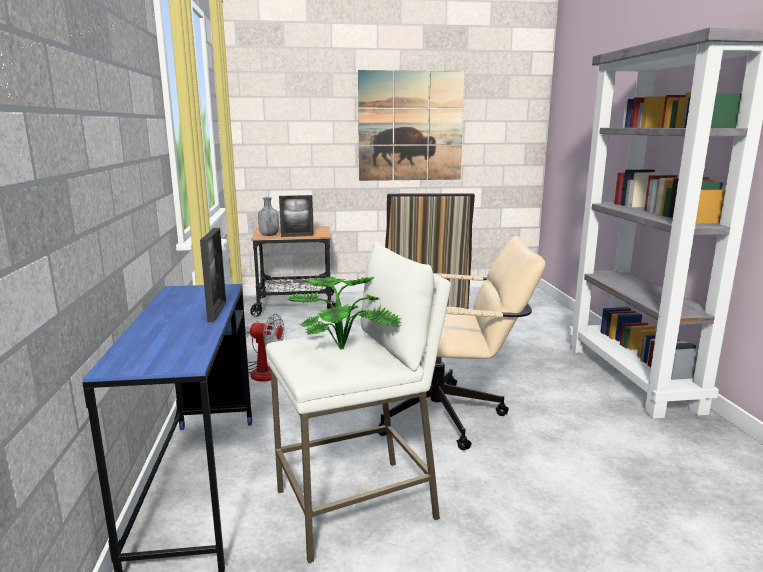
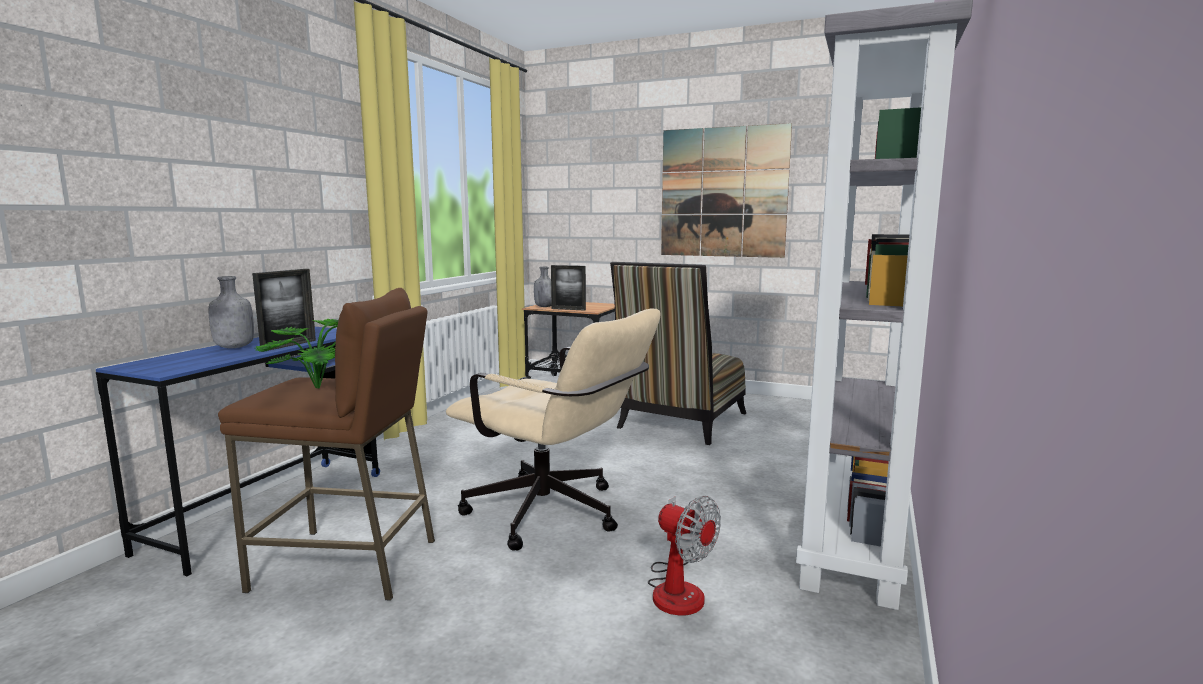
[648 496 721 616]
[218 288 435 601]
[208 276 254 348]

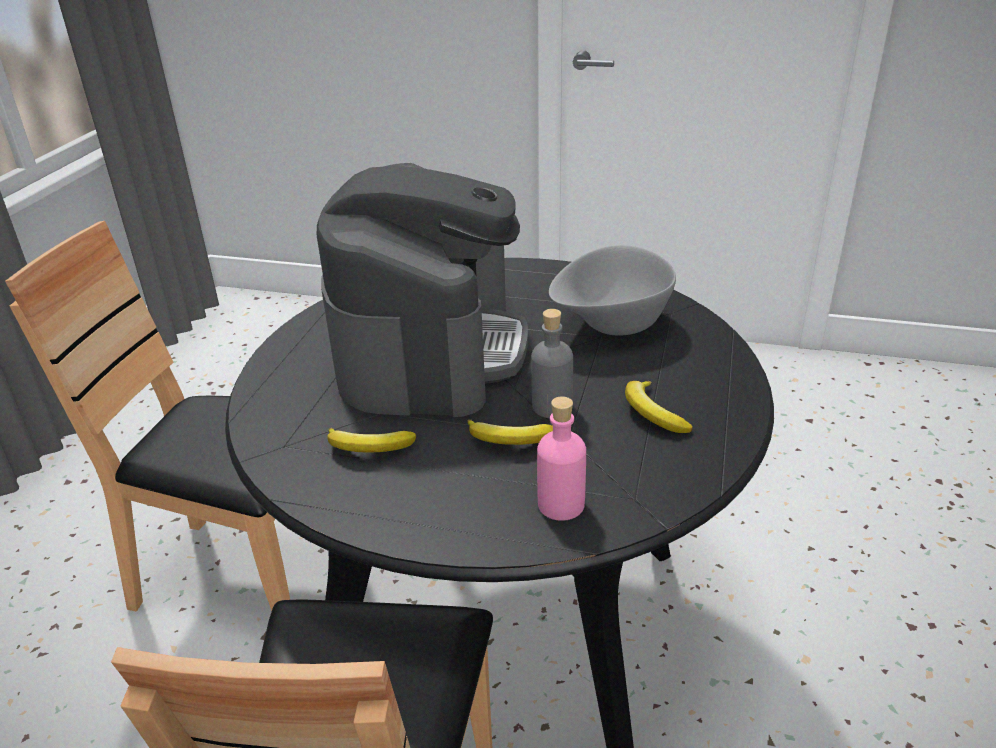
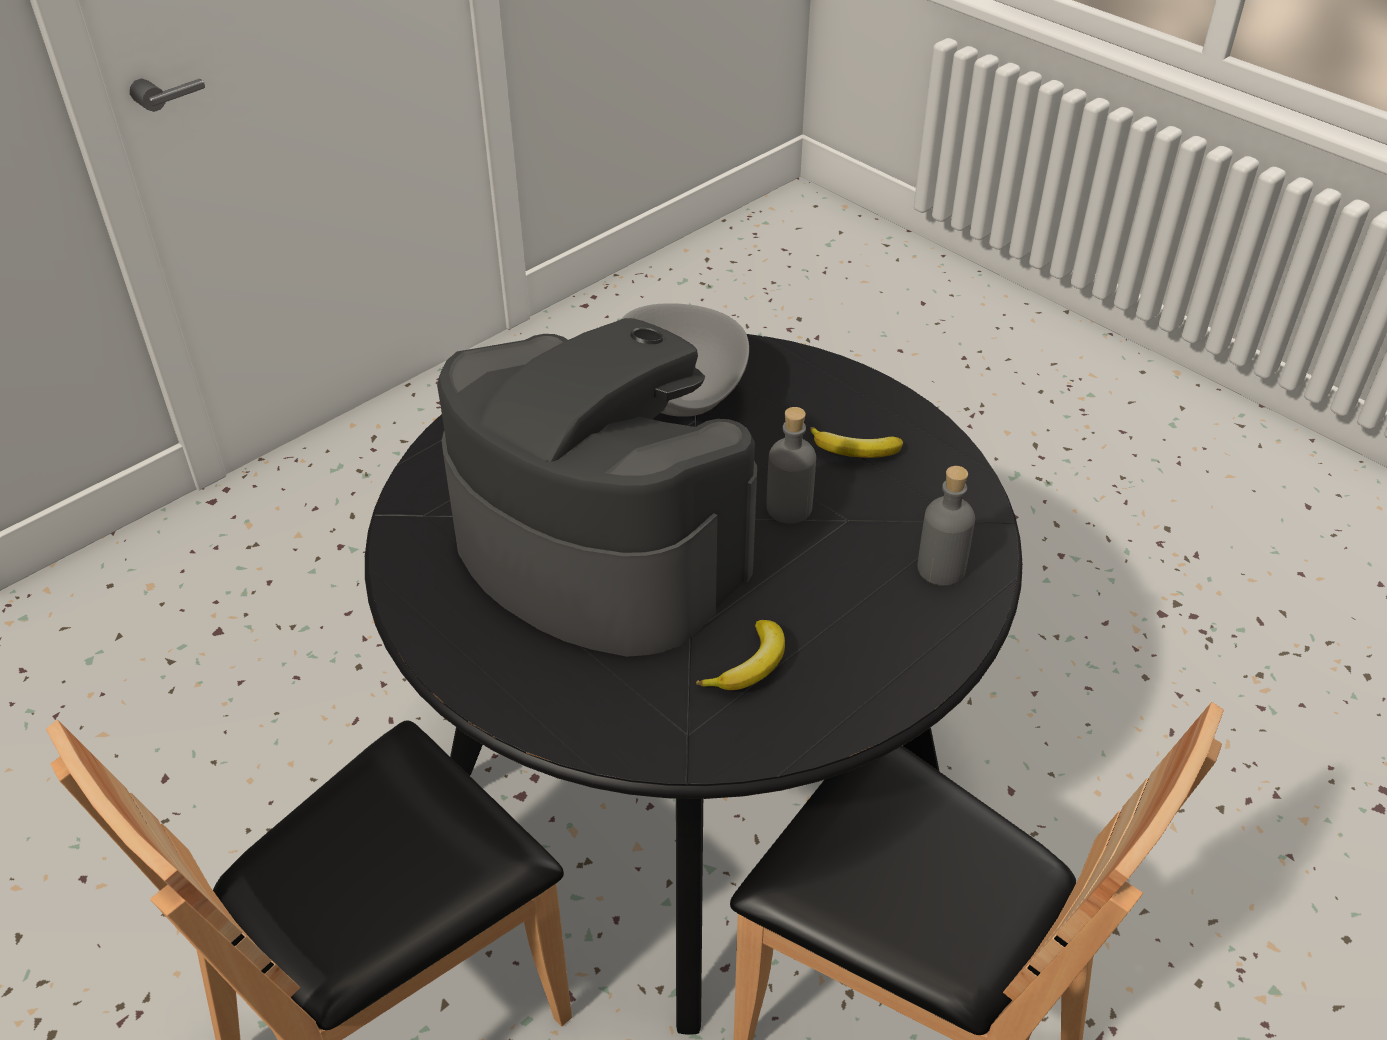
[467 420 553 445] (first image)
[918 466 975 586]

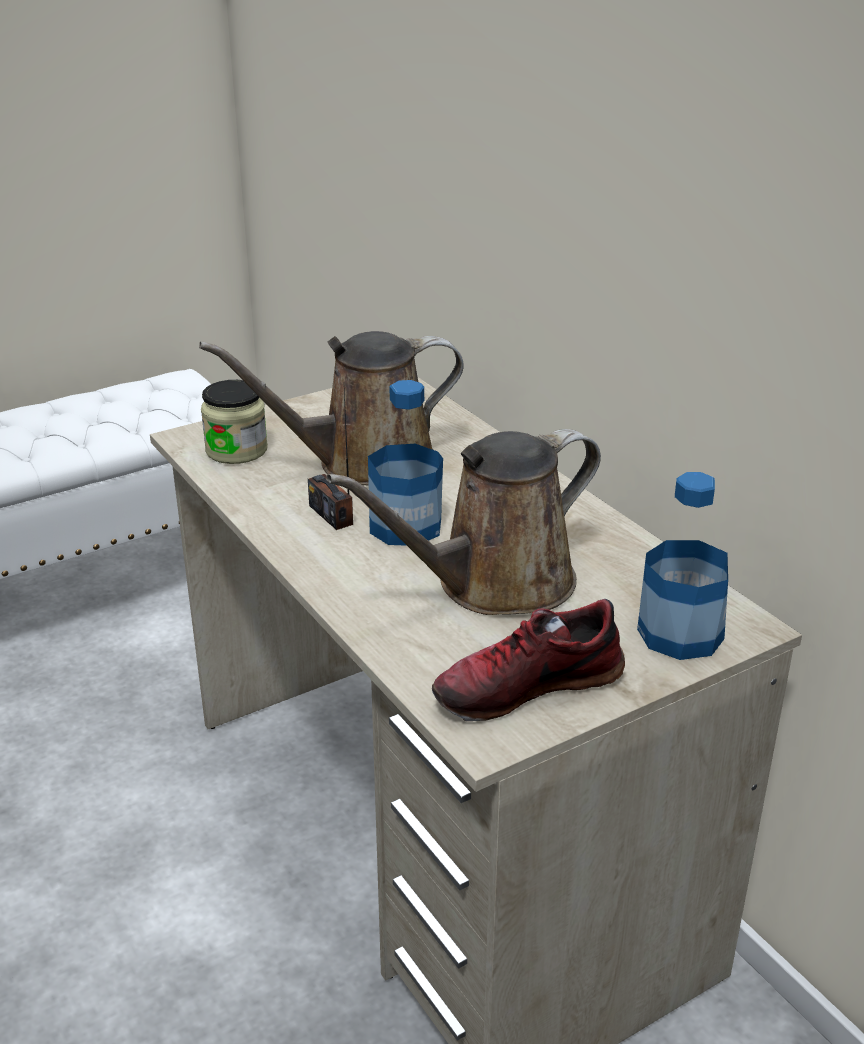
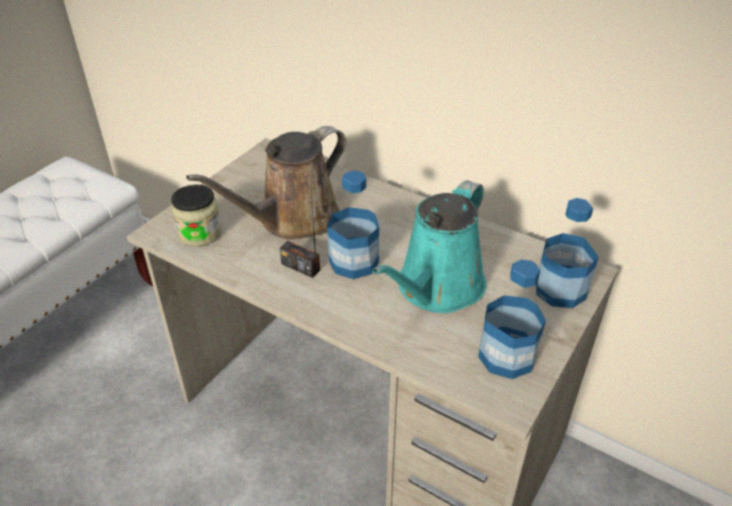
[372 180 486 313]
[478 260 546 379]

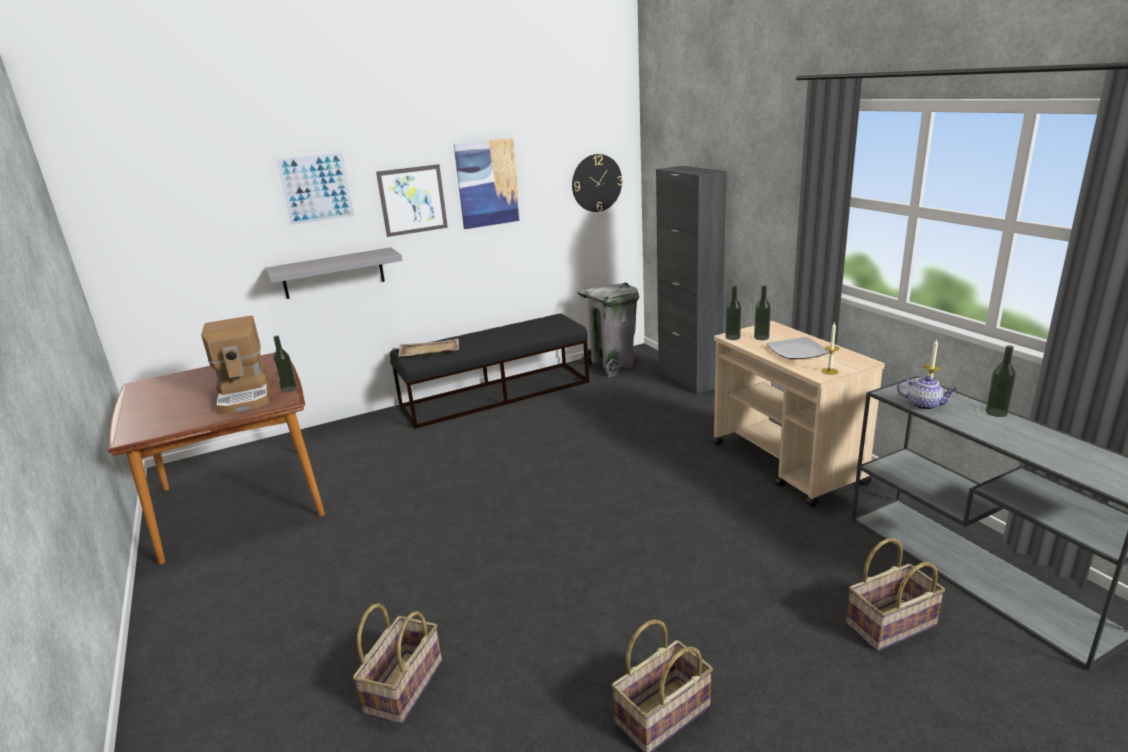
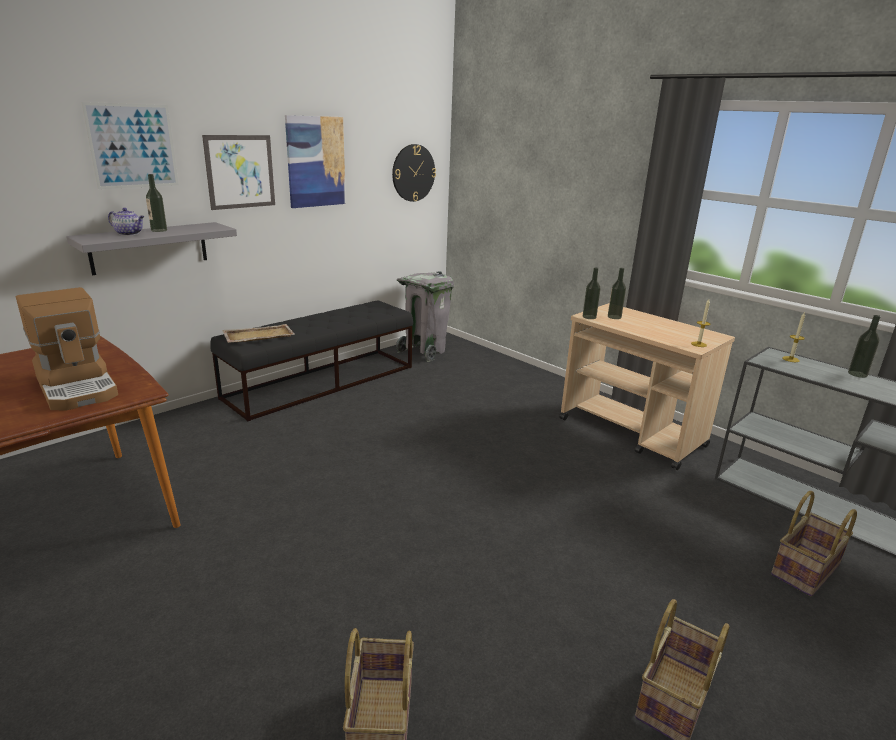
[146 174 167 232]
[656 166 727 394] (first image)
[766 337 830 359] (first image)
[108 208 144 236]

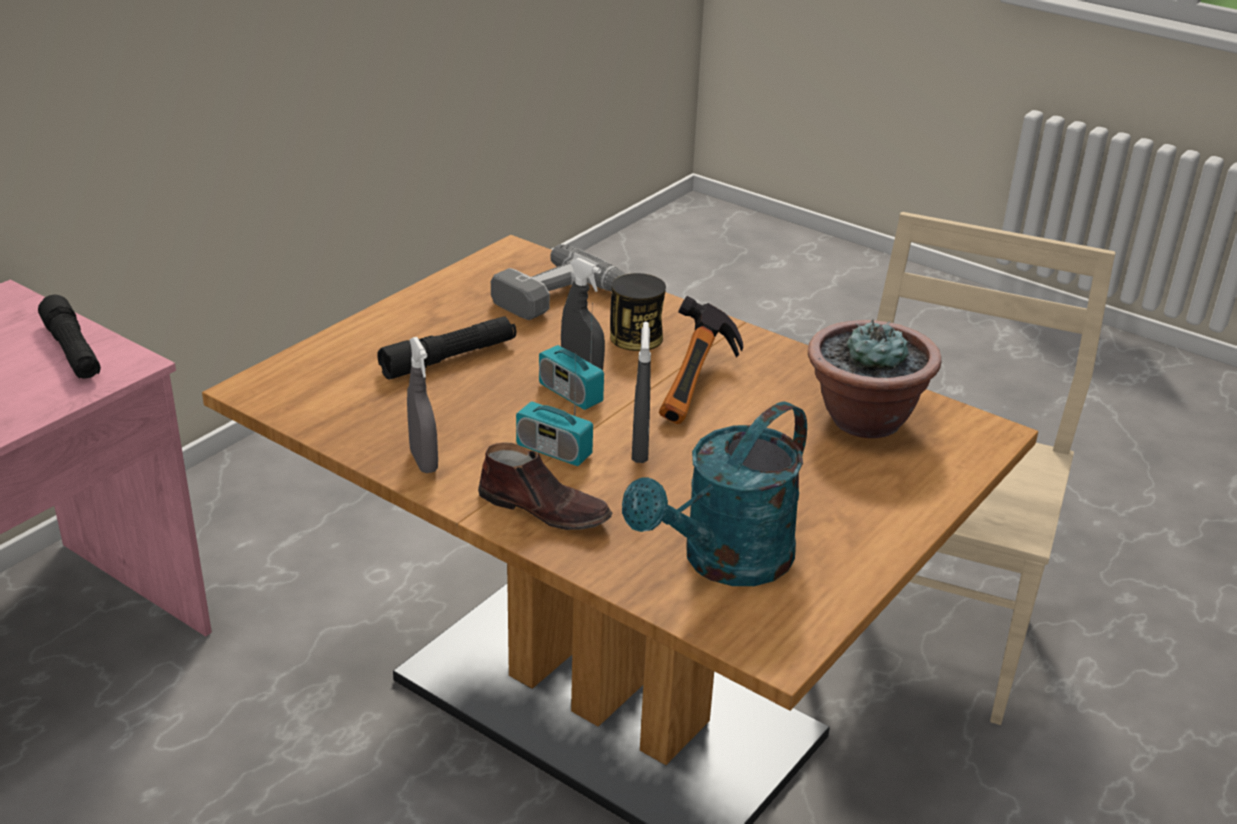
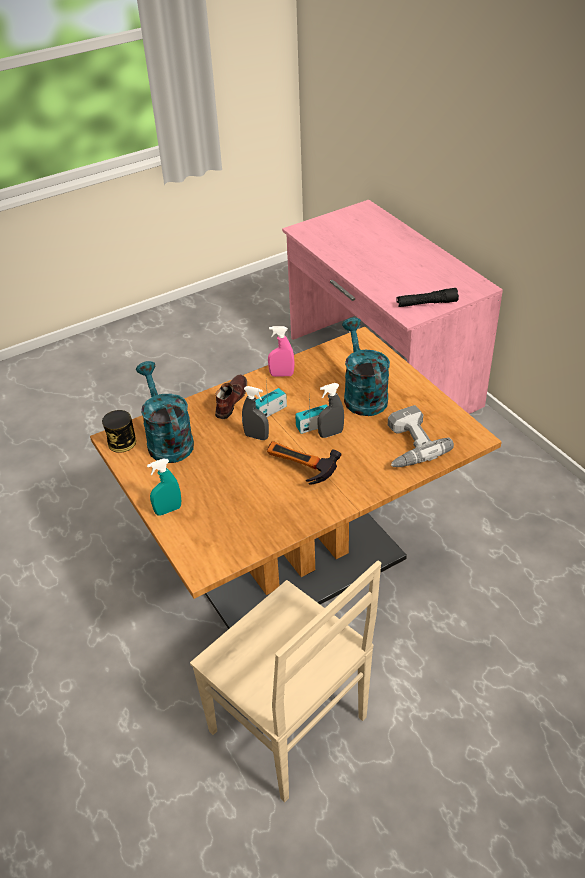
[342 318 390 416]
[268 326 294 377]
[215 374 247 419]
[102 410 136 453]
[808 319 941 438] (first image)
[147 459 181 515]

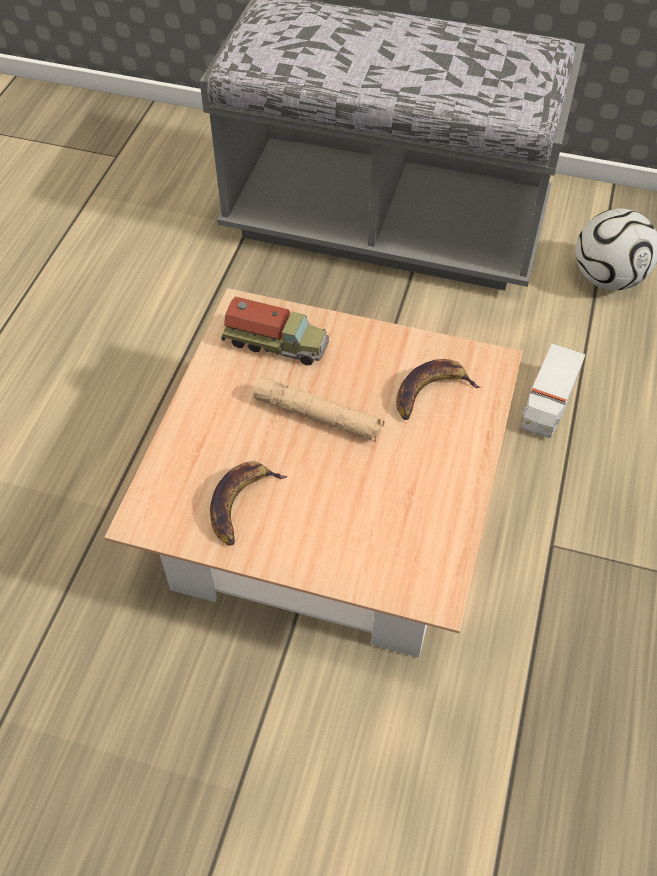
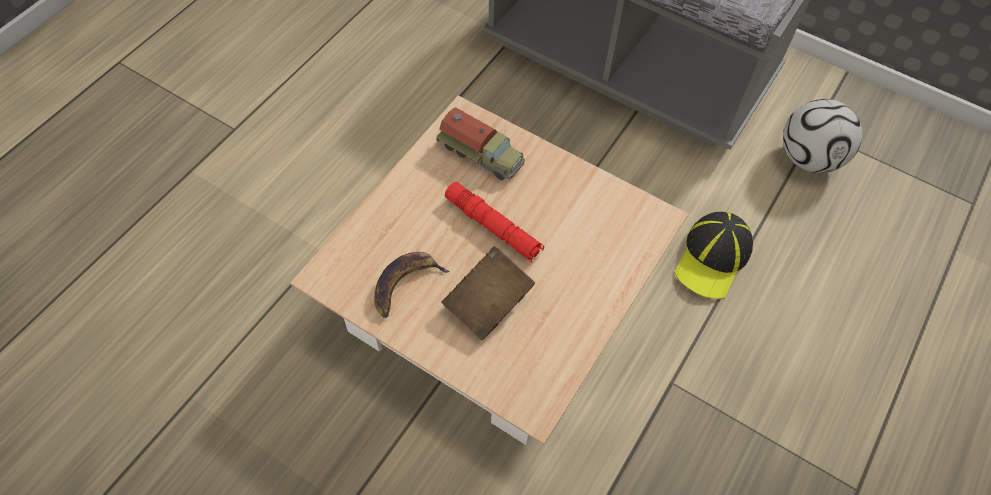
[445 181 544 262]
[396 359 480 420] (first image)
[674 212 753 299]
[441 246 535 340]

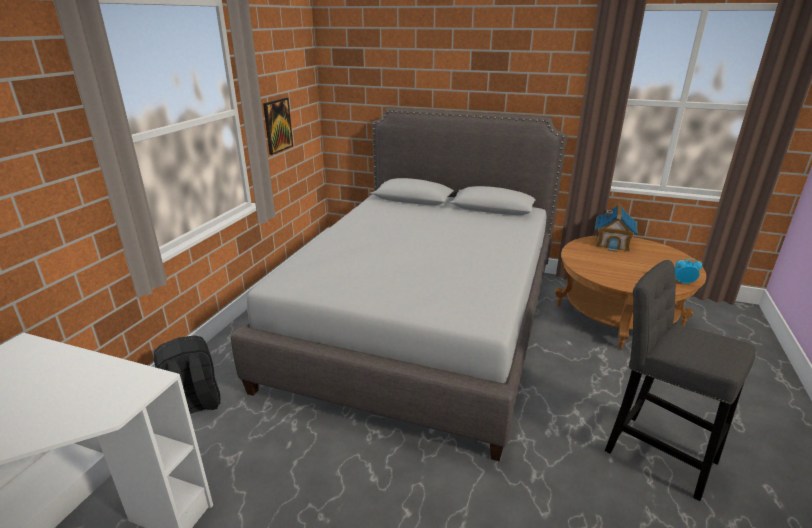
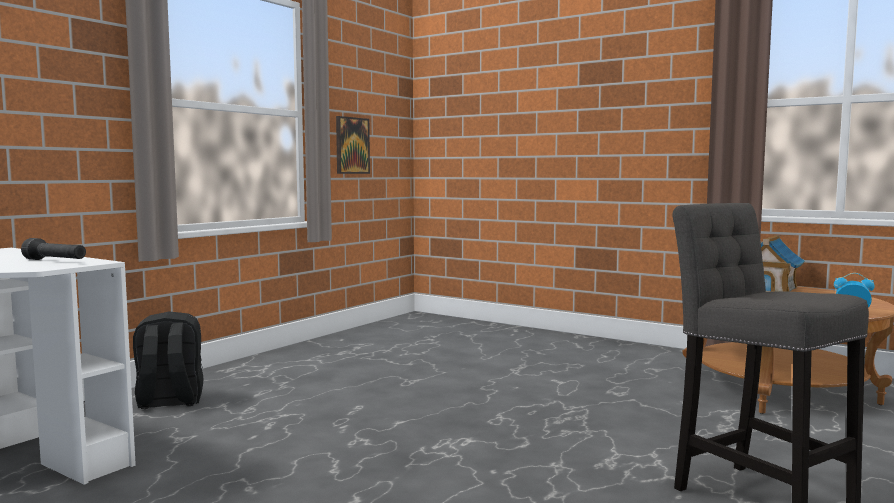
[231 108 567 462] (first image)
[21 238 86 260]

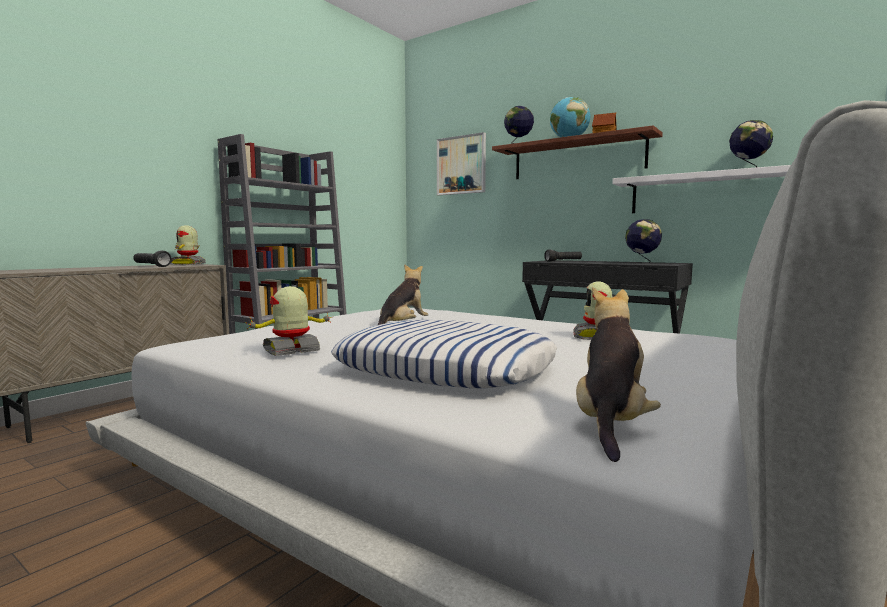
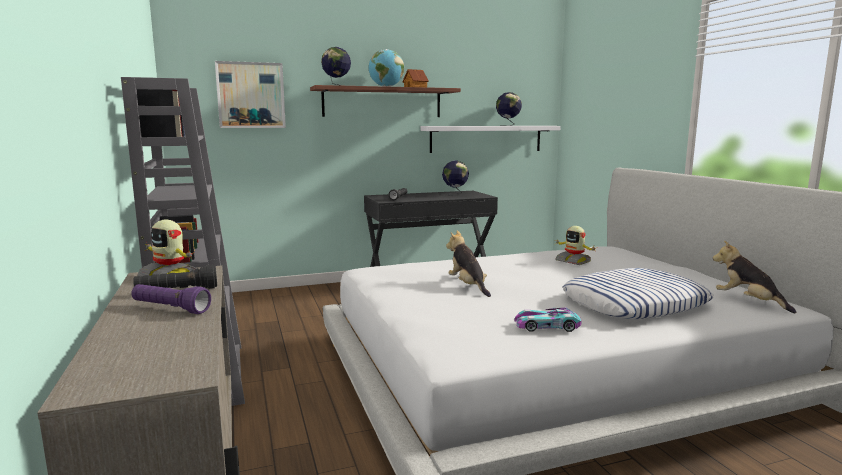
[515 307 581 332]
[131 284 211 314]

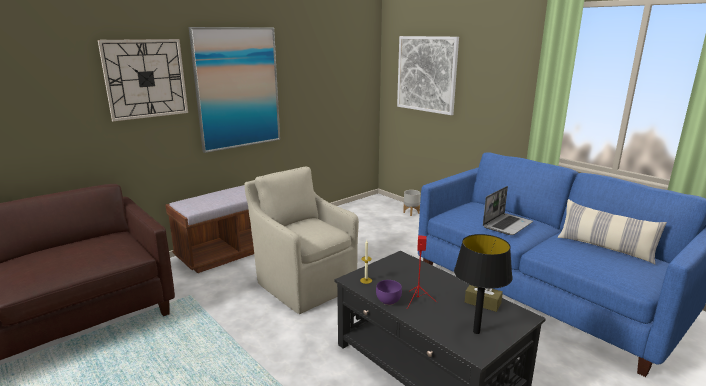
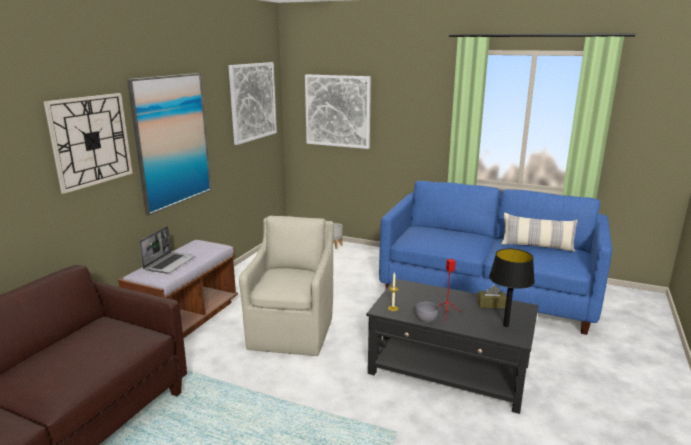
[239 216 334 356]
[416 302 438 323]
[139 226 195 273]
[228 62 277 145]

